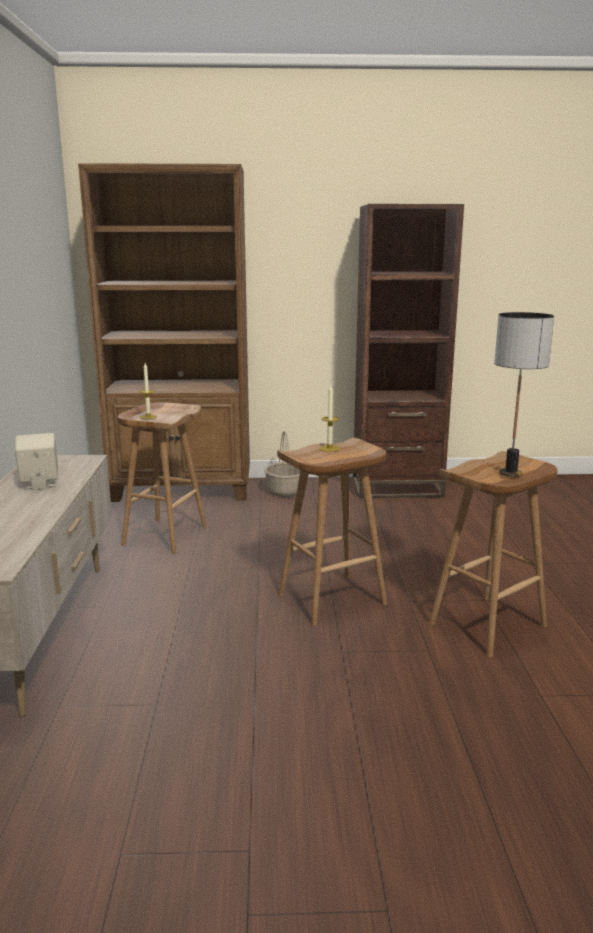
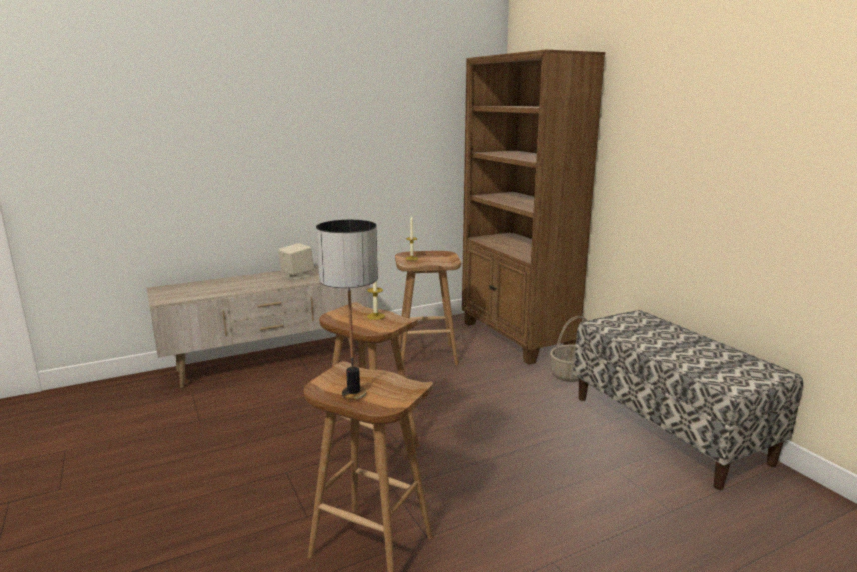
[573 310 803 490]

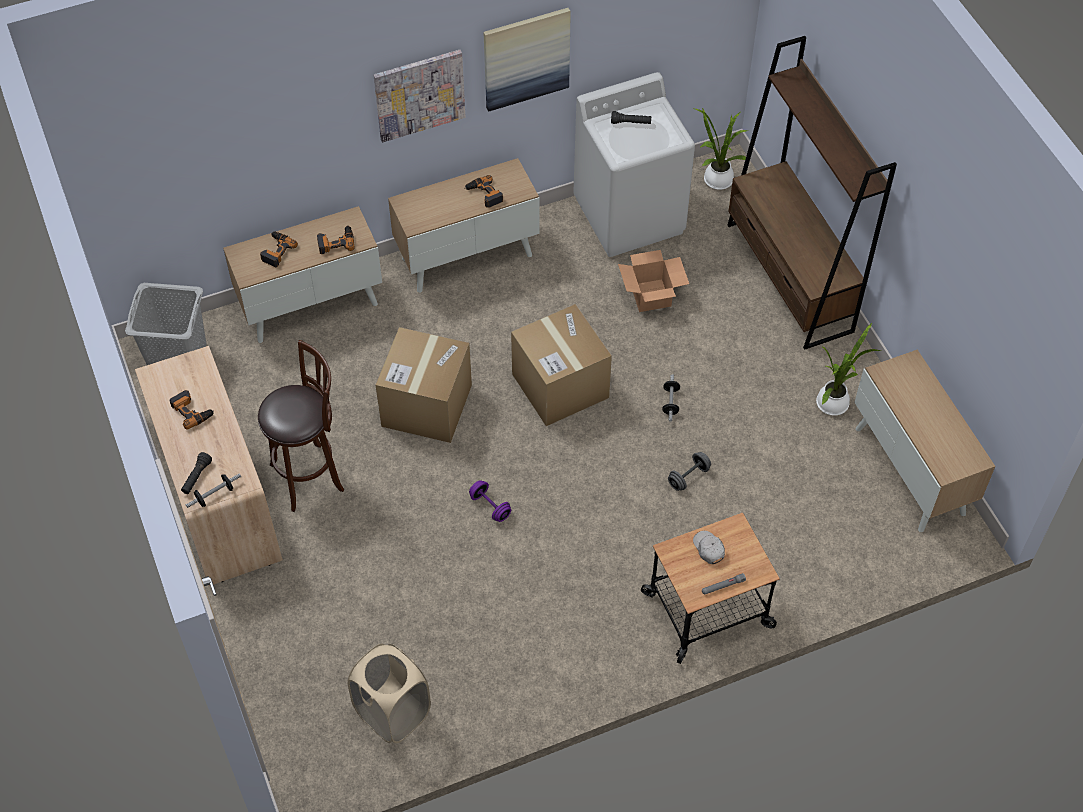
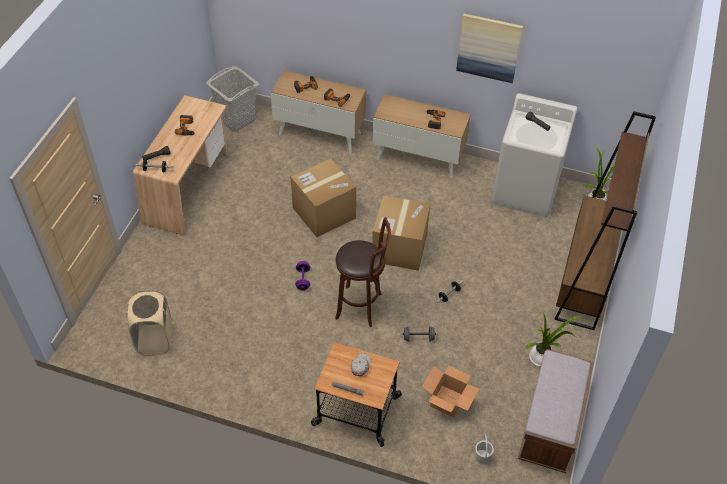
[335 217 391 327]
[374 50 466 142] (first image)
[422 365 479 417]
[518 349 594 473]
[475 434 494 464]

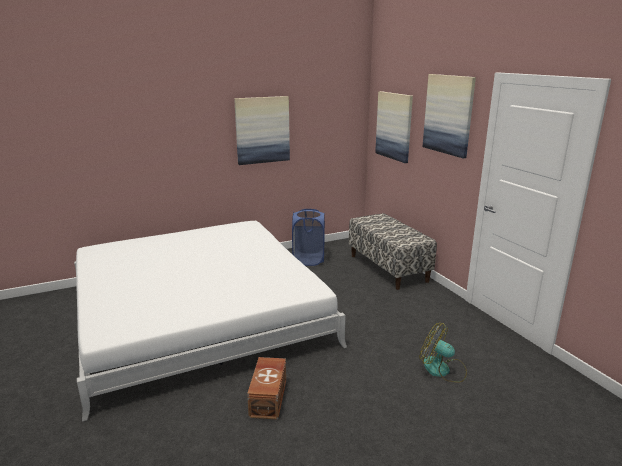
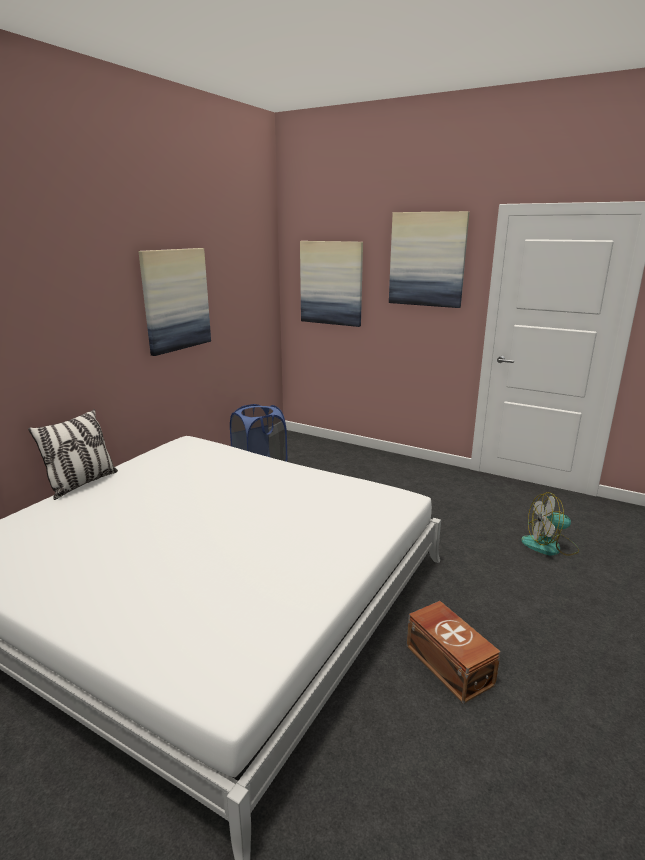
[349 213 437 290] (first image)
[28 409 118 500]

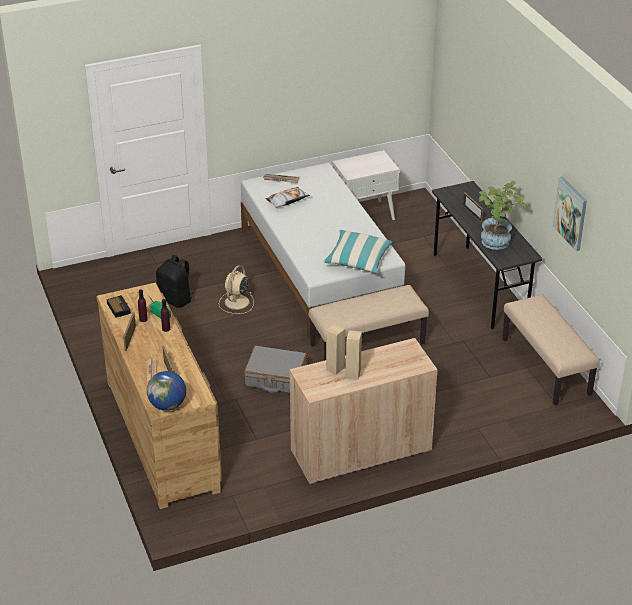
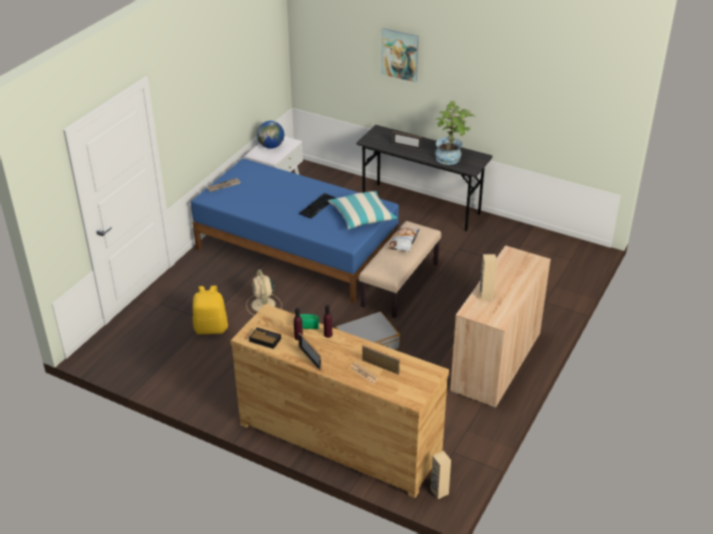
[257 121 284 149]
[193 286 228 334]
[191 158 399 304]
[388 227 420 252]
[430 451 451 499]
[502 294 600 405] (first image)
[381 28 419 82]
[299 193 336 219]

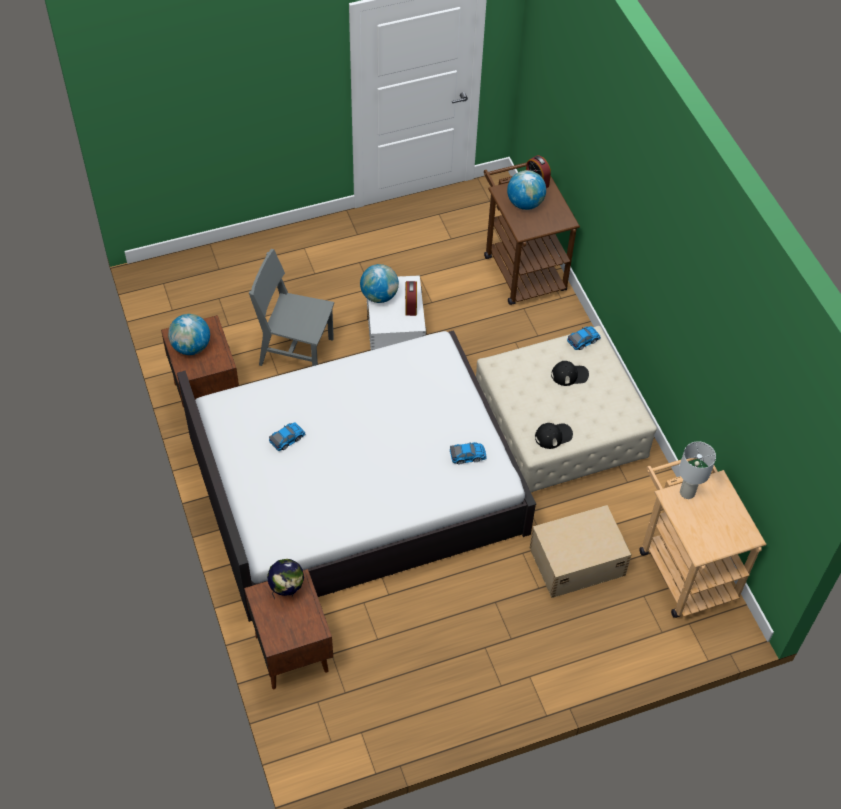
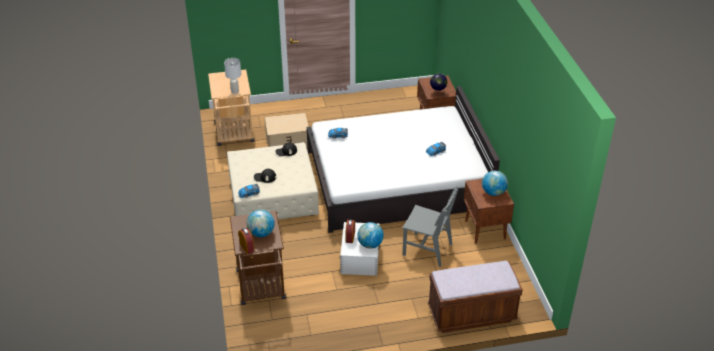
[428 261 523 333]

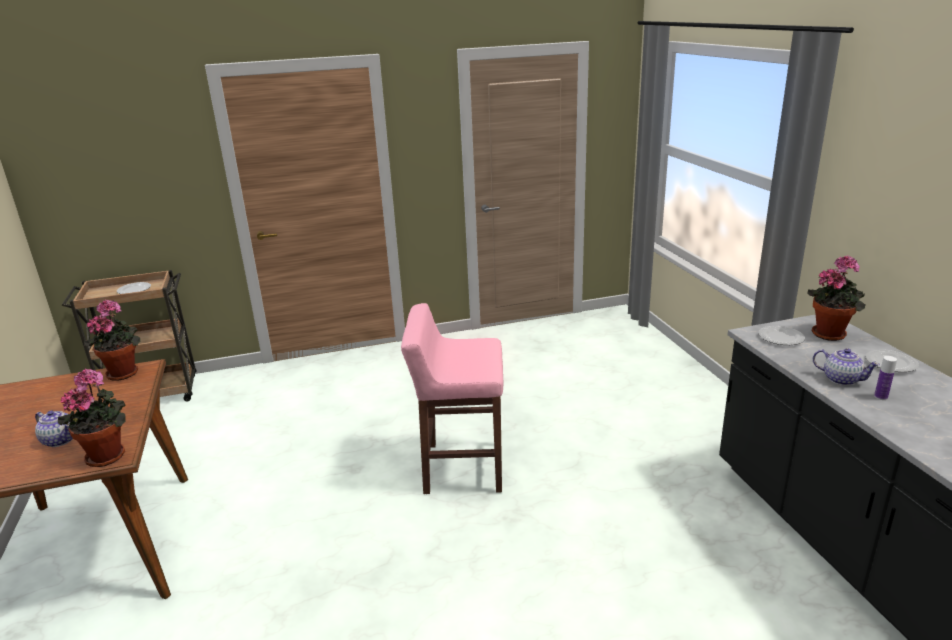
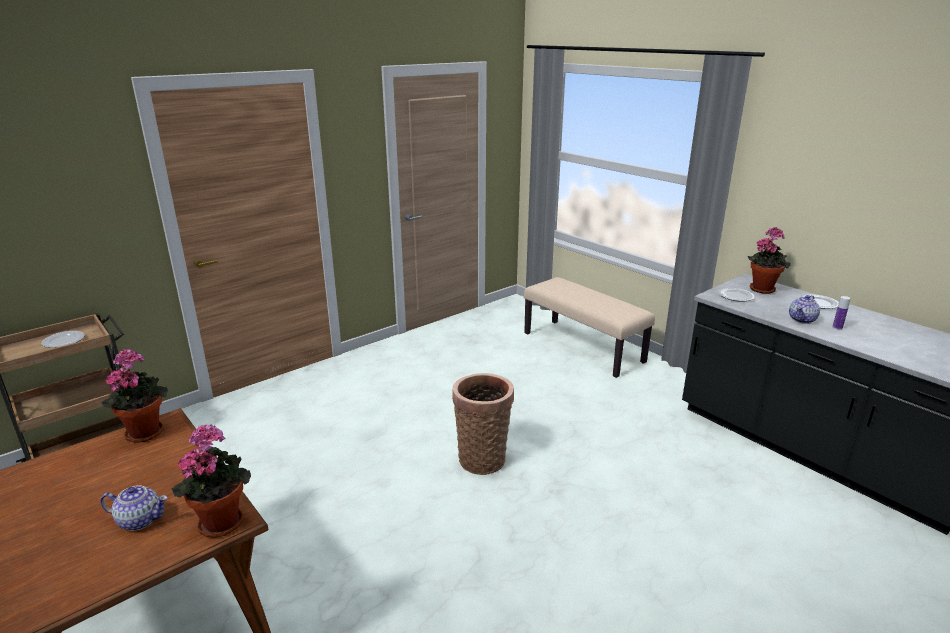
[452 373 514 475]
[789 295 820 324]
[524 277 655 378]

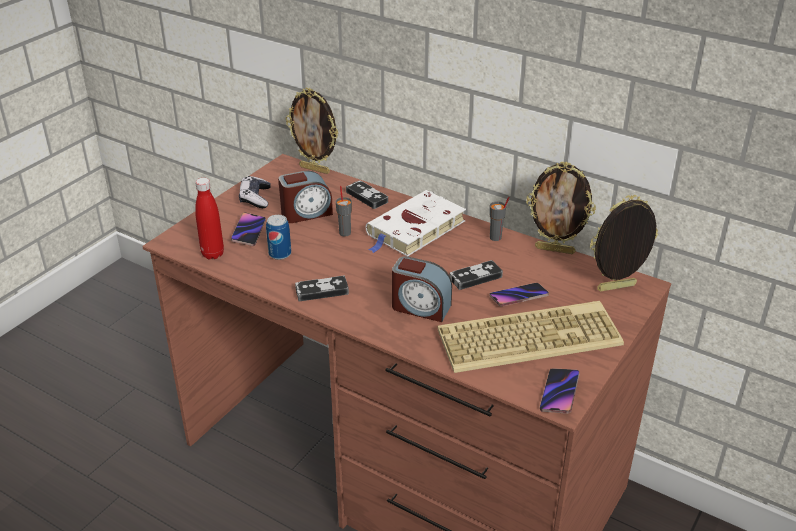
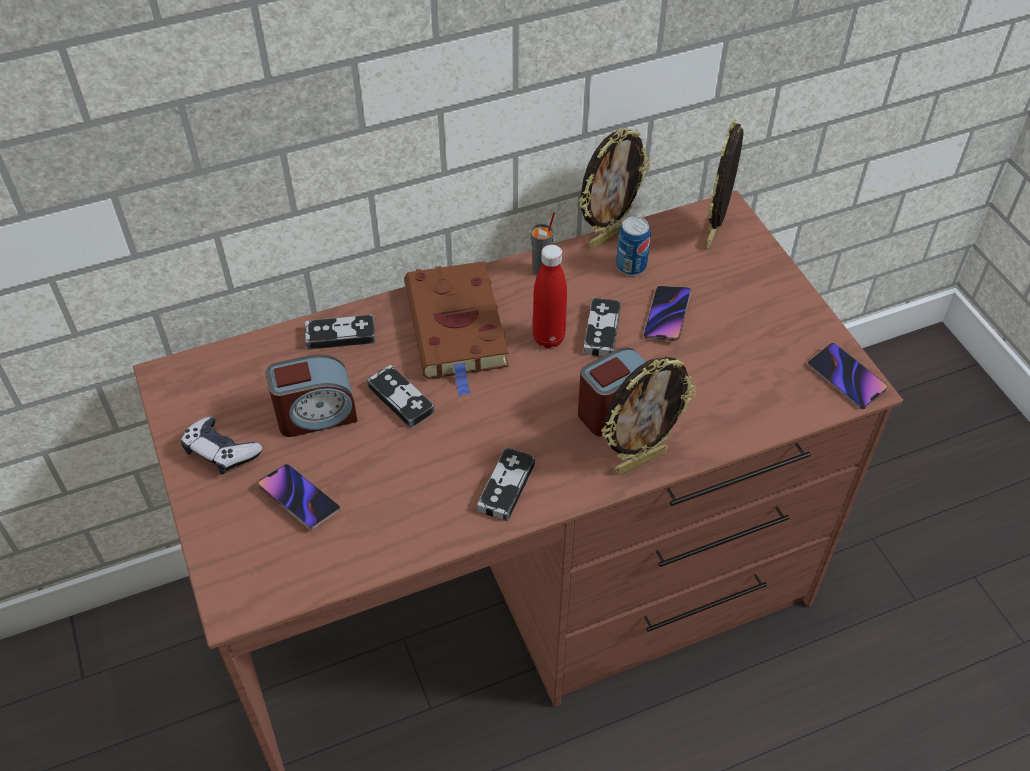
[533 245 567 348]
[616 216 651 276]
[266 355 358 437]
[601 357 696 475]
[367 365 435 428]
[404 261 509 397]
[438 301 624 373] (first image)

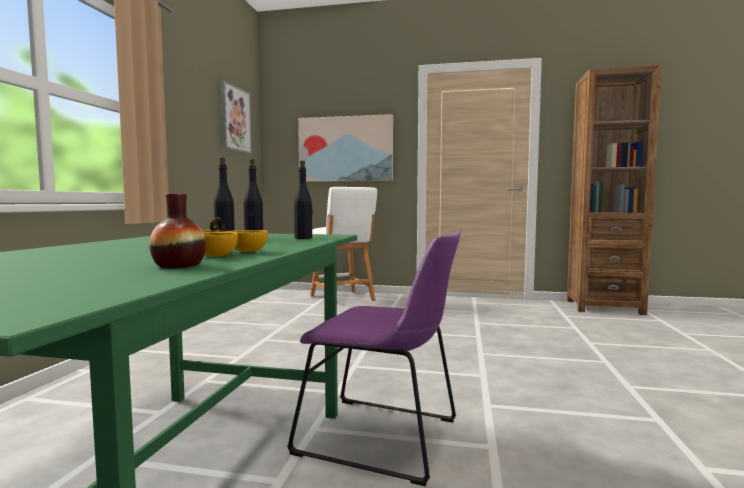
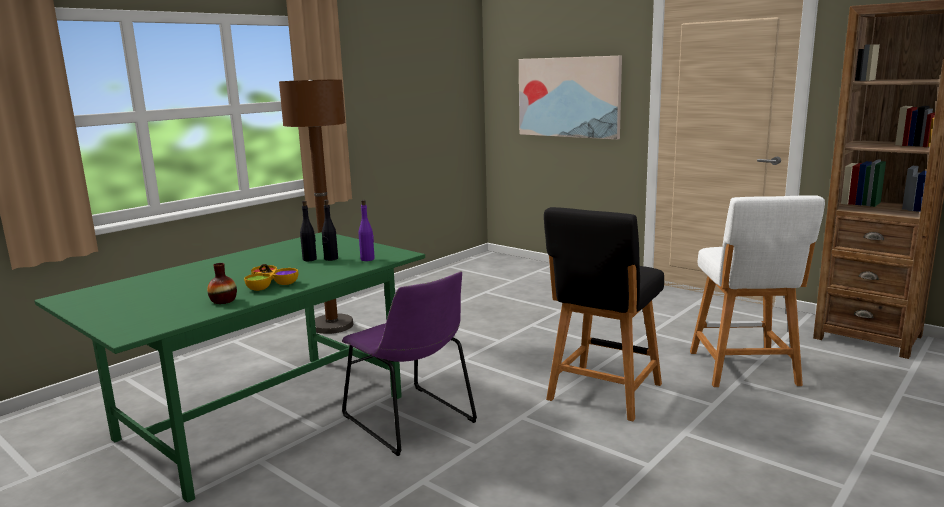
[220 80 251 154] (first image)
[359 200 375 261]
[690 195 825 387]
[279 79 354 334]
[544 207 664 421]

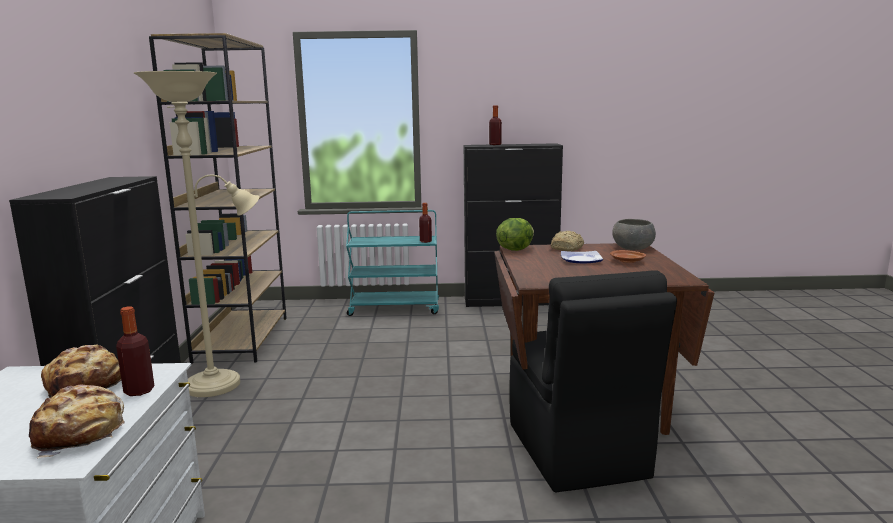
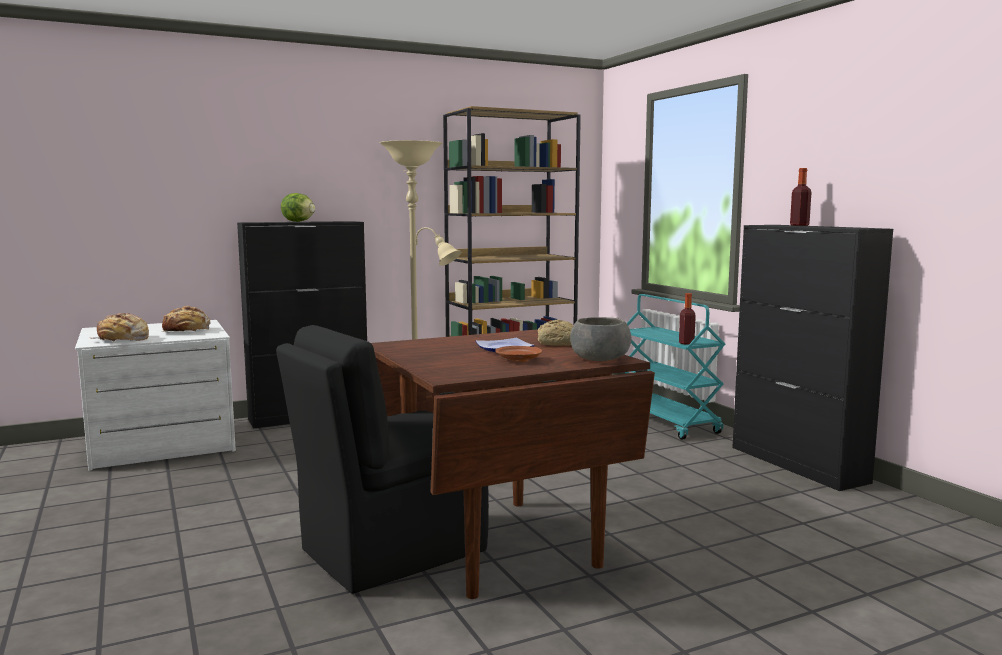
[116 306 155 396] (first image)
[281 193 315 222]

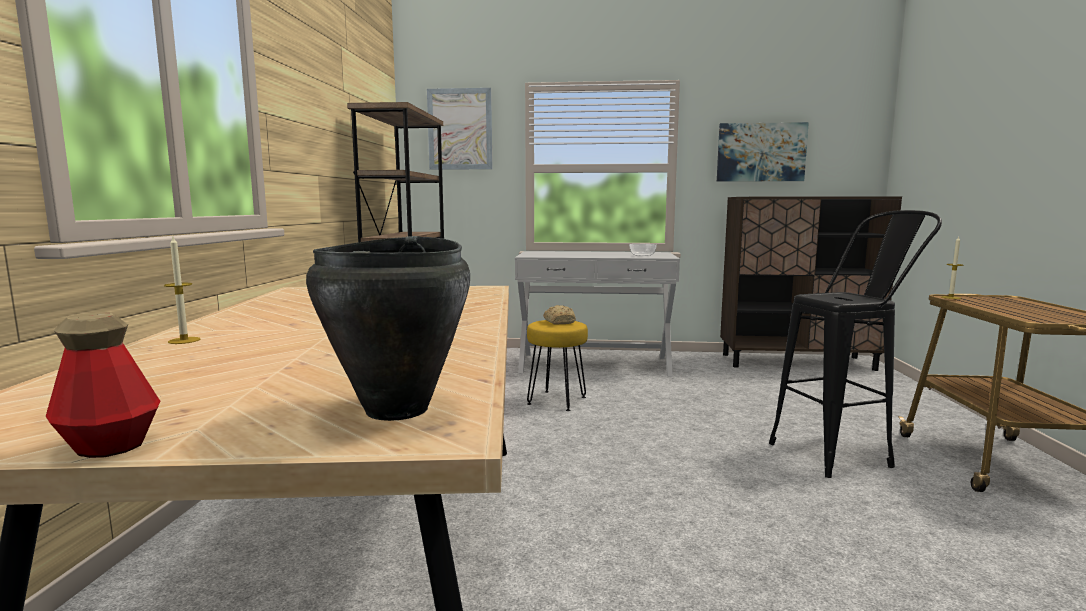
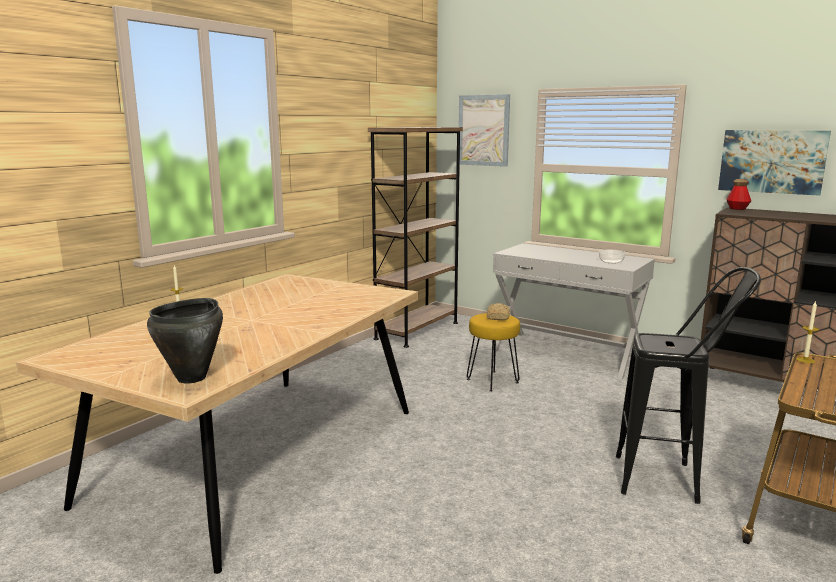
[726 179 751 210]

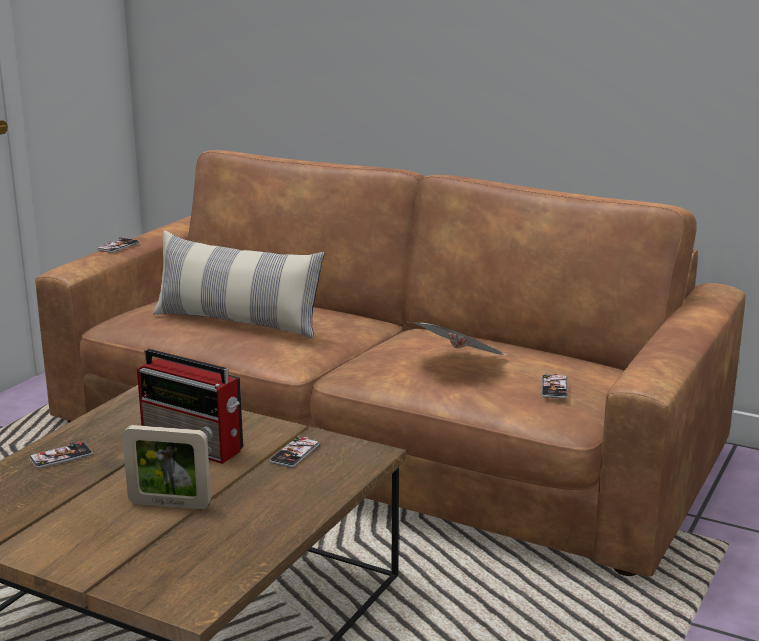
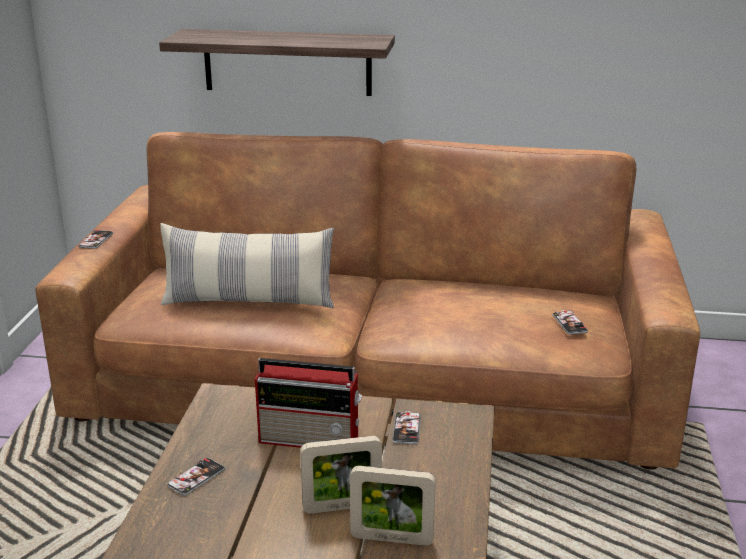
[411 322 506 355] (first image)
[159 29 395 96]
[350 466 436 546]

